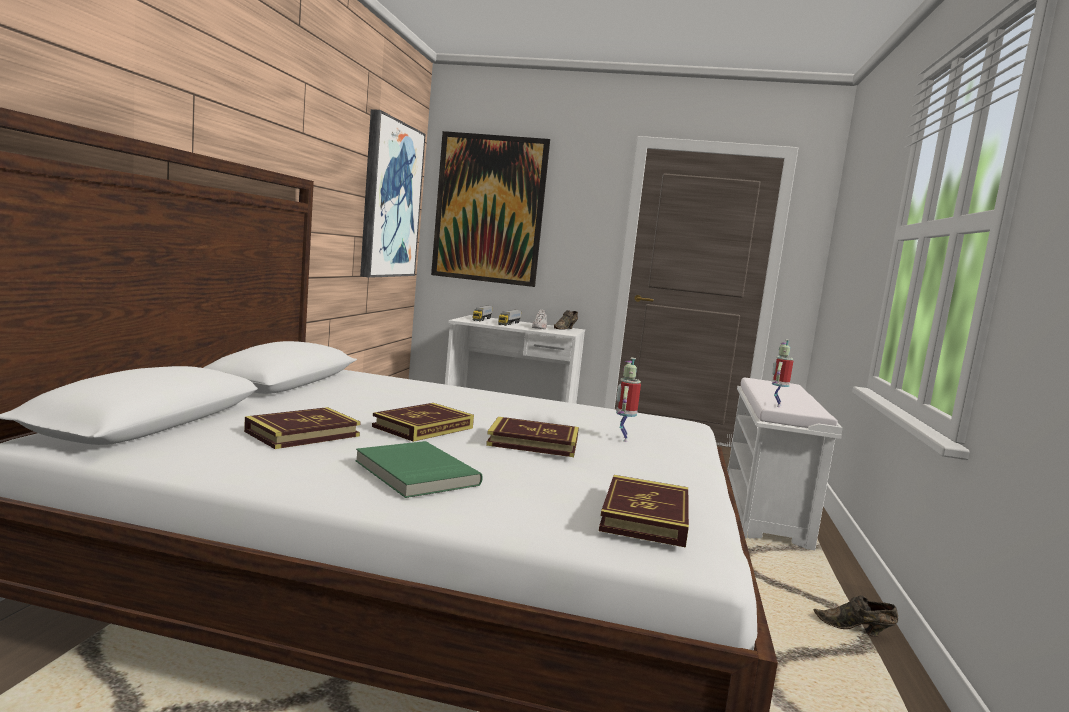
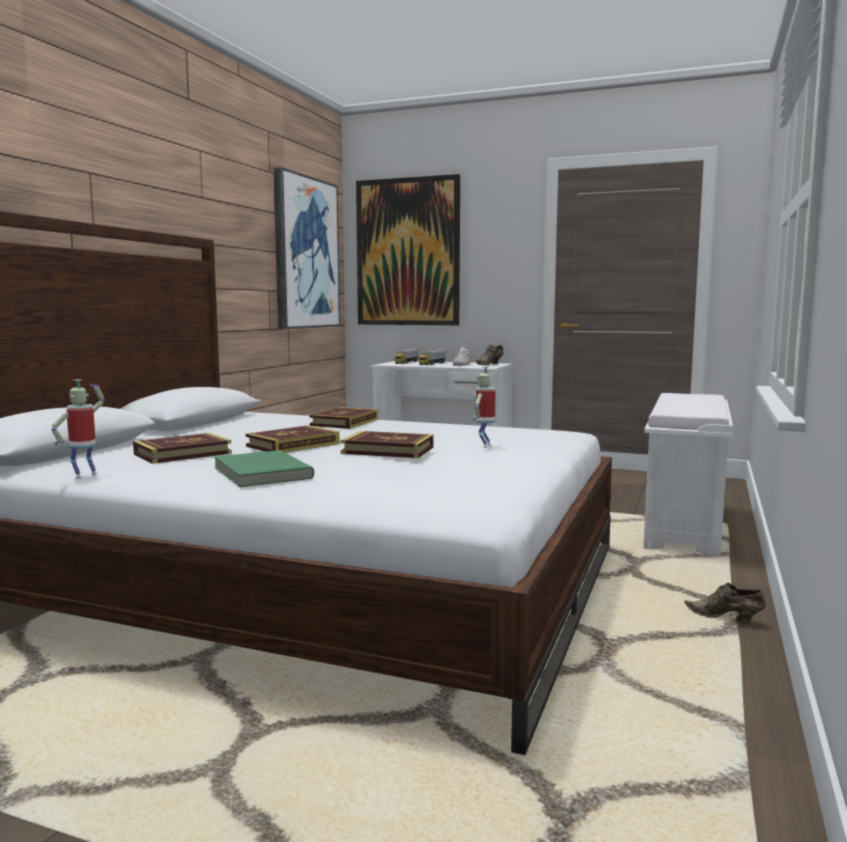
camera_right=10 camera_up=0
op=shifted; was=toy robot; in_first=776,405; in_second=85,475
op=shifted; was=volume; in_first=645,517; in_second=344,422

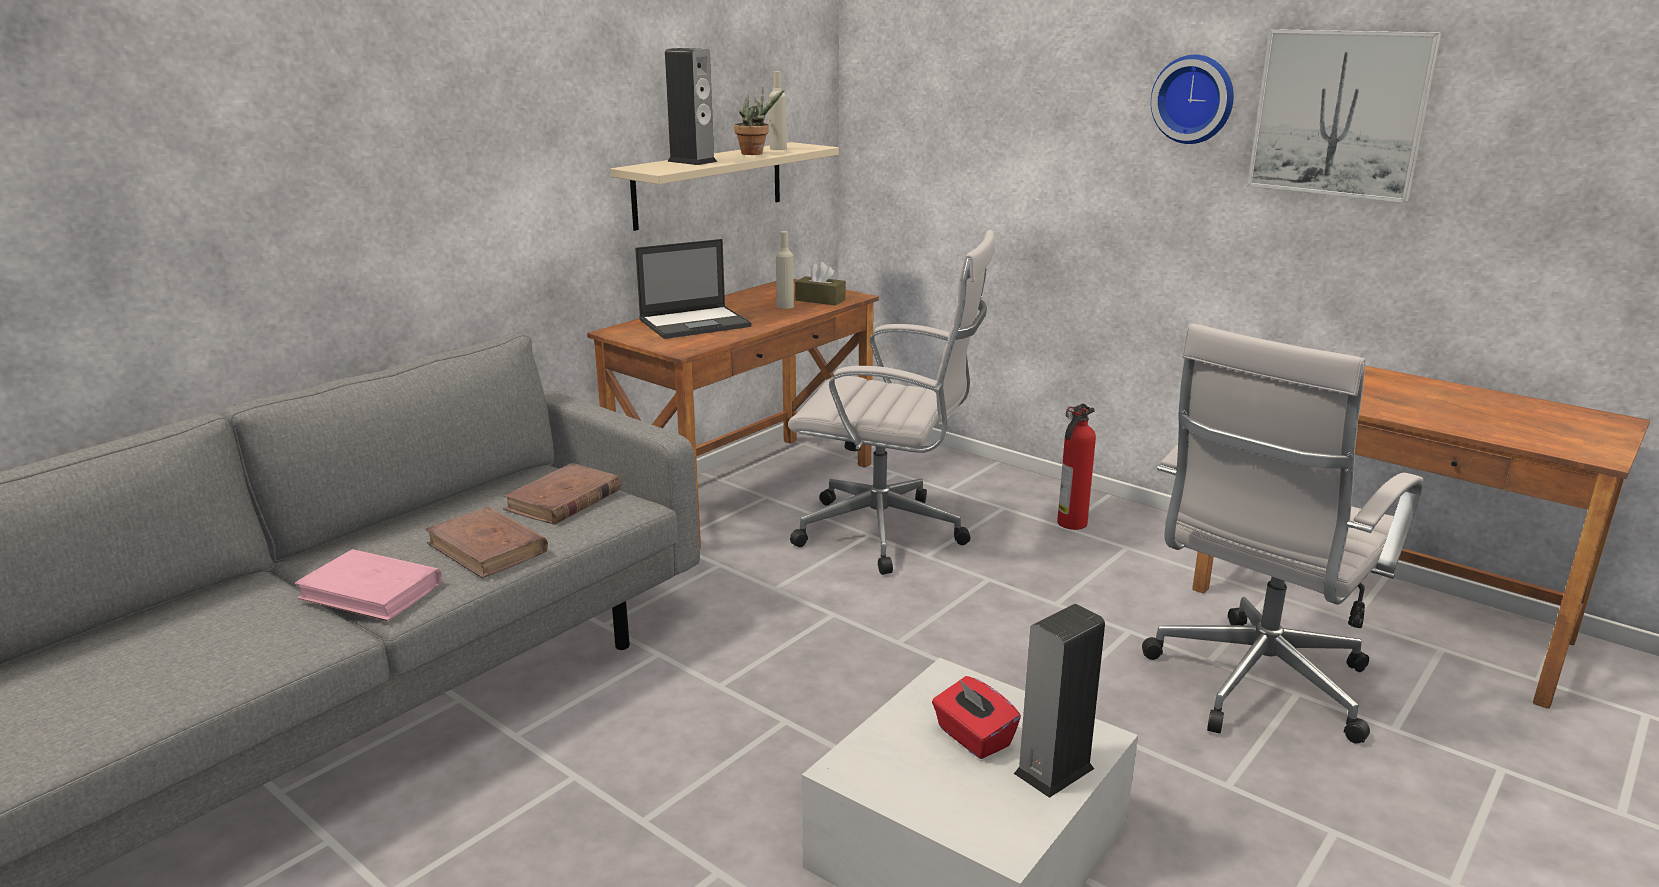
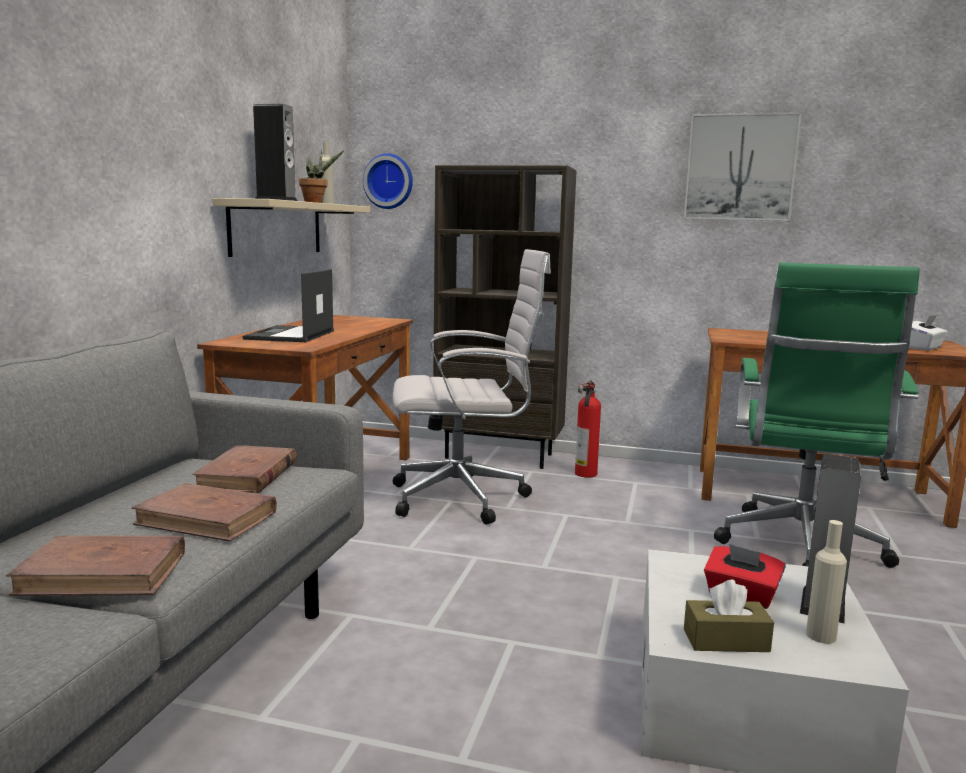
camera_right=-25 camera_up=-10
op=shifted; was=wall clock; in_first=1194,99; in_second=389,181
op=shifted; was=bottle (beige); in_first=785,306; in_second=820,636
op=rotated; was=laptop; in_first=696,323; in_second=290,335; clockwise=150
op=shifted; was=tissue box (brown); in_first=820,300; in_second=726,640
op=repainted; was=desk chair (white); now=desk chair (greenish); in_first=1254,687; in_second=800,547
op=repainted; was=volume (pinkish); now=volume (brown); in_first=371,591; in_second=104,573
op=new; now=bookcase (brown); in_second=500,456
op=new; now=tissue box (white); in_second=923,348

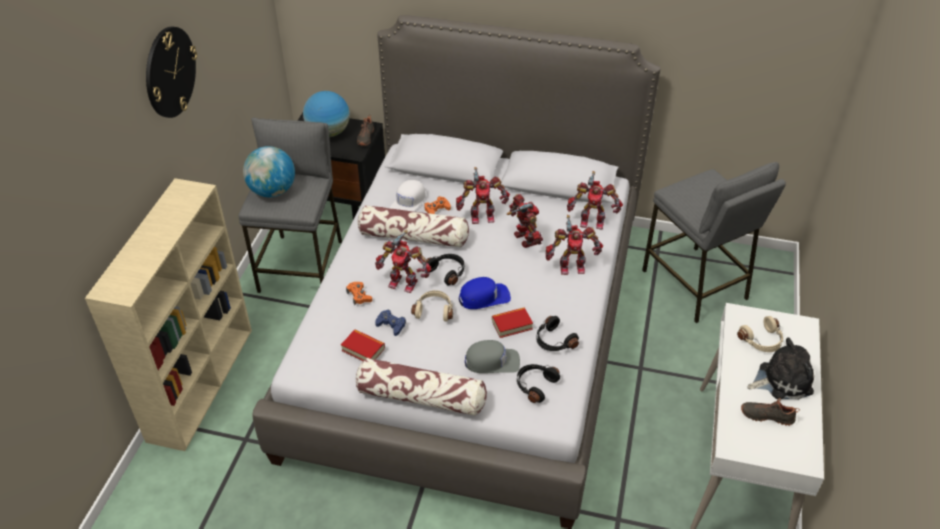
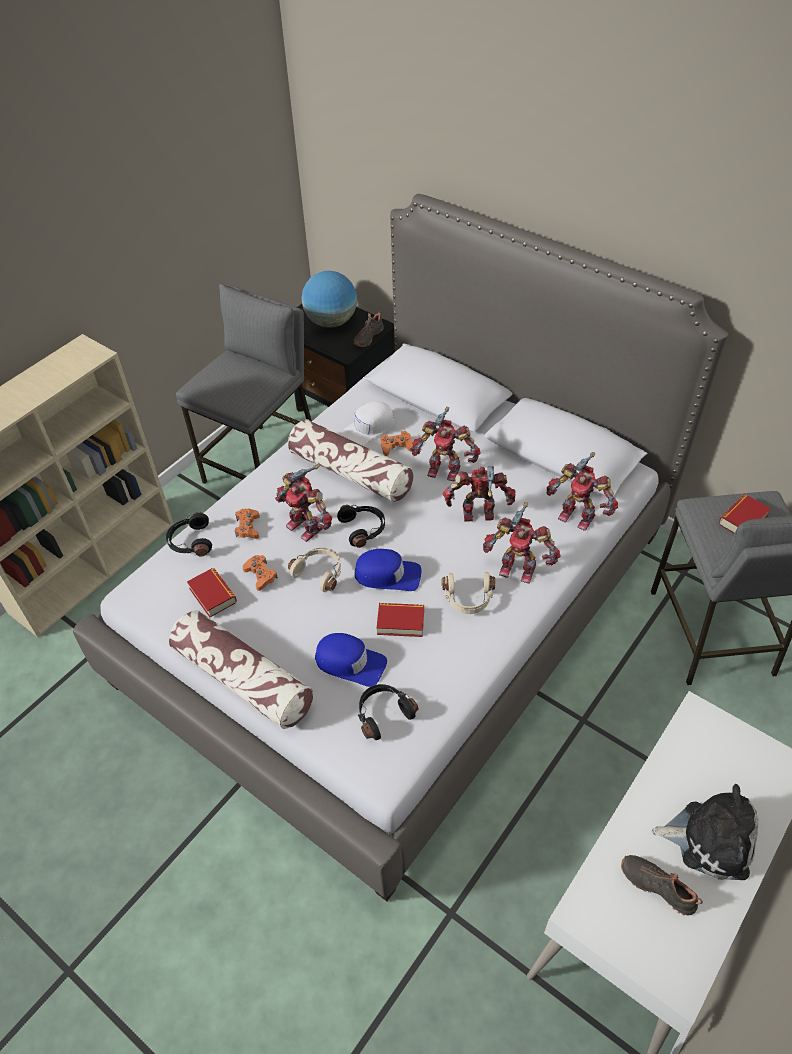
camera_right=25 camera_up=5
op=gone; was=wall clock; in_first=170,72
op=gone; was=globe; in_first=272,191
op=rotated; was=toy robot; in_first=524,239; in_second=478,515; clockwise=-90
op=repainted; was=joypad (bluish); now=joypad (orangey); in_first=391,325; in_second=260,575
op=shifted; was=pair of headphones (black); in_first=553,341; in_second=190,542
op=shifted; was=pair of headphones (beige); in_first=762,341; in_second=468,599
op=repainted; was=peaked cap (greyish); now=peaked cap (bluish); in_first=492,361; in_second=350,662
op=new; now=volume; in_second=742,520

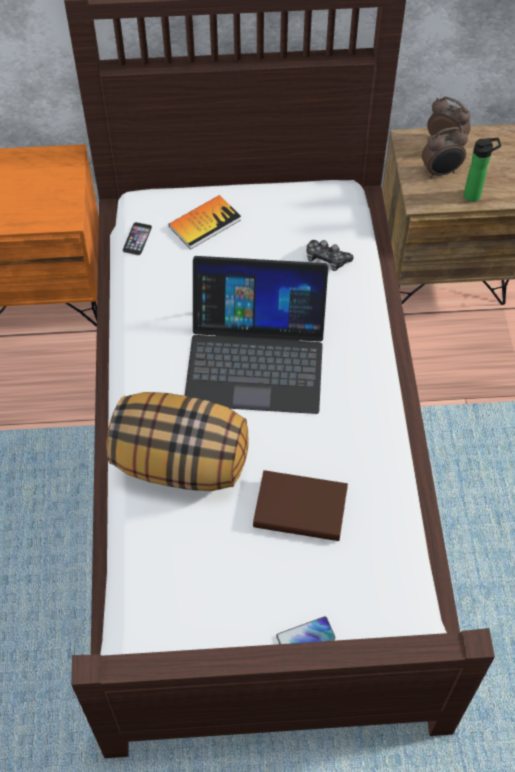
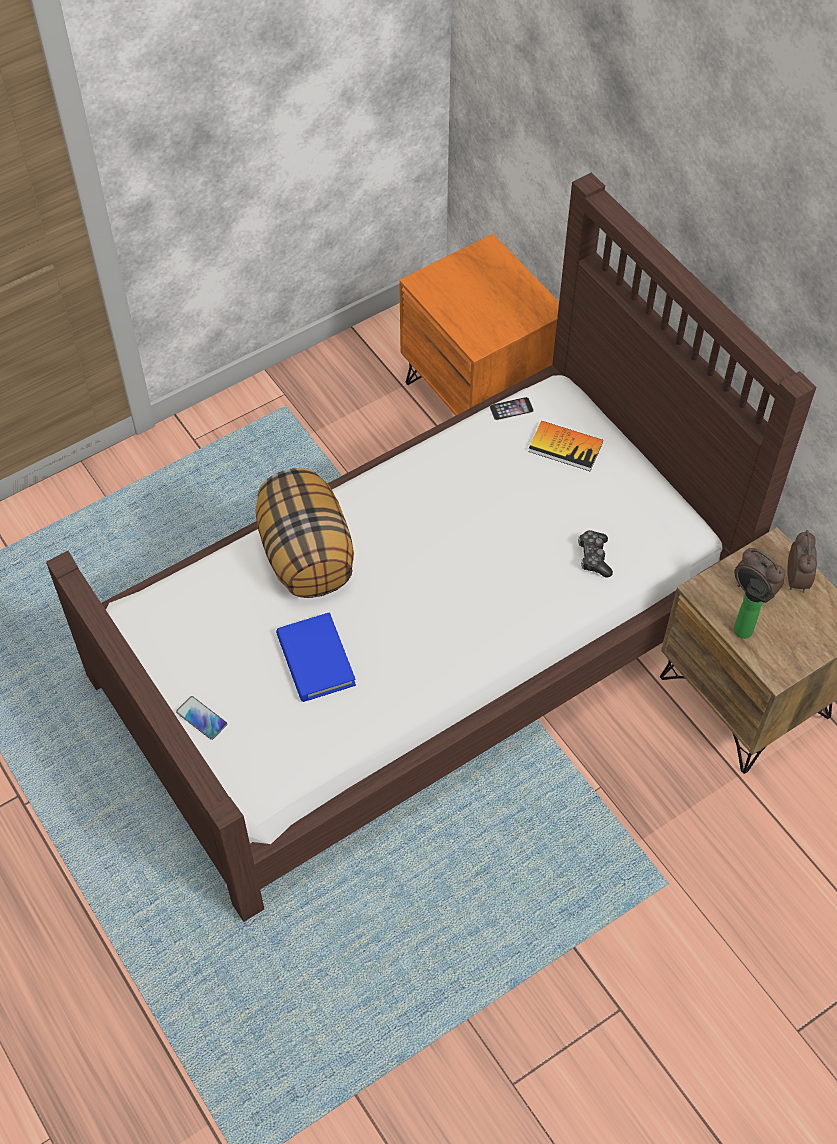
camera_right=60 camera_up=0
op=gone; was=laptop; in_first=256,357
op=repainted; was=volume (brown); now=volume (bluish); in_first=300,509; in_second=315,660

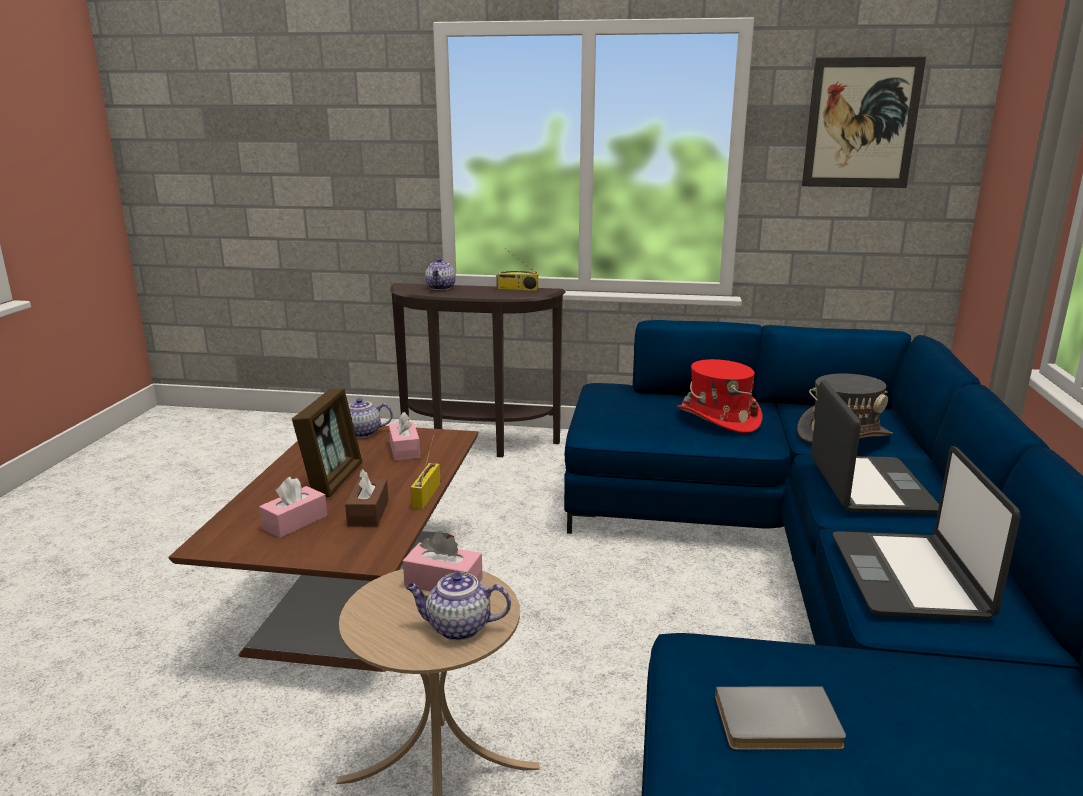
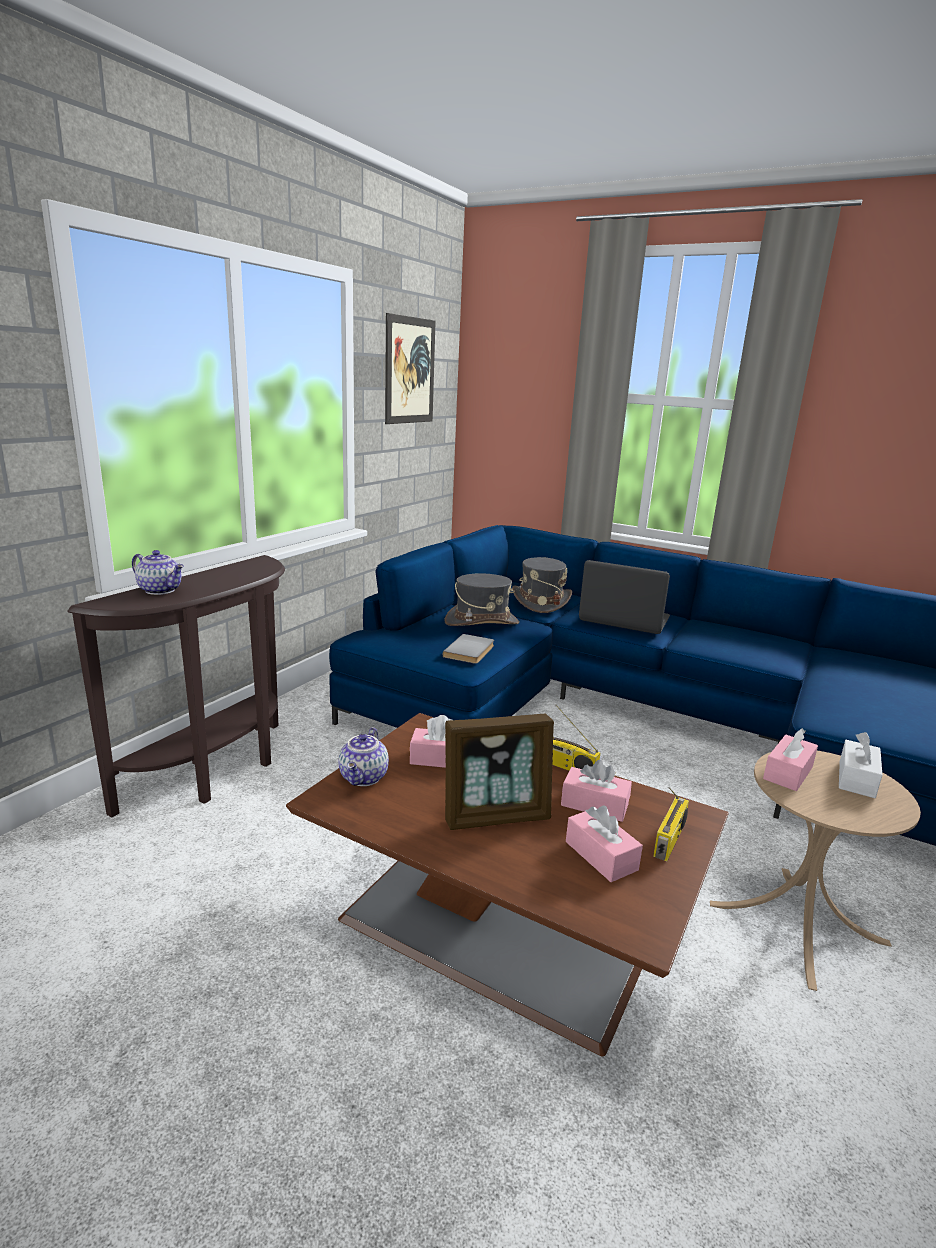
camera_right=-70 camera_up=0
op=shifted; was=radio receiver; in_first=517,289; in_second=670,841
op=repainted; was=wearable hat (red-coloured); now=wearable hat (greyish); in_first=718,418; in_second=481,622
op=rotated; was=photo frame; in_first=333,480; in_second=496,816; clockwise=135
op=gone; was=laptop; in_first=910,577
op=repainted; was=tissue box (brown); now=tissue box (pinkish); in_first=368,513; in_second=594,805
op=swapped; was=teapot; now=tissue box (white); in_first=457,628; in_second=856,779
op=shifted; was=volume (greyish); in_first=778,725; in_second=471,651

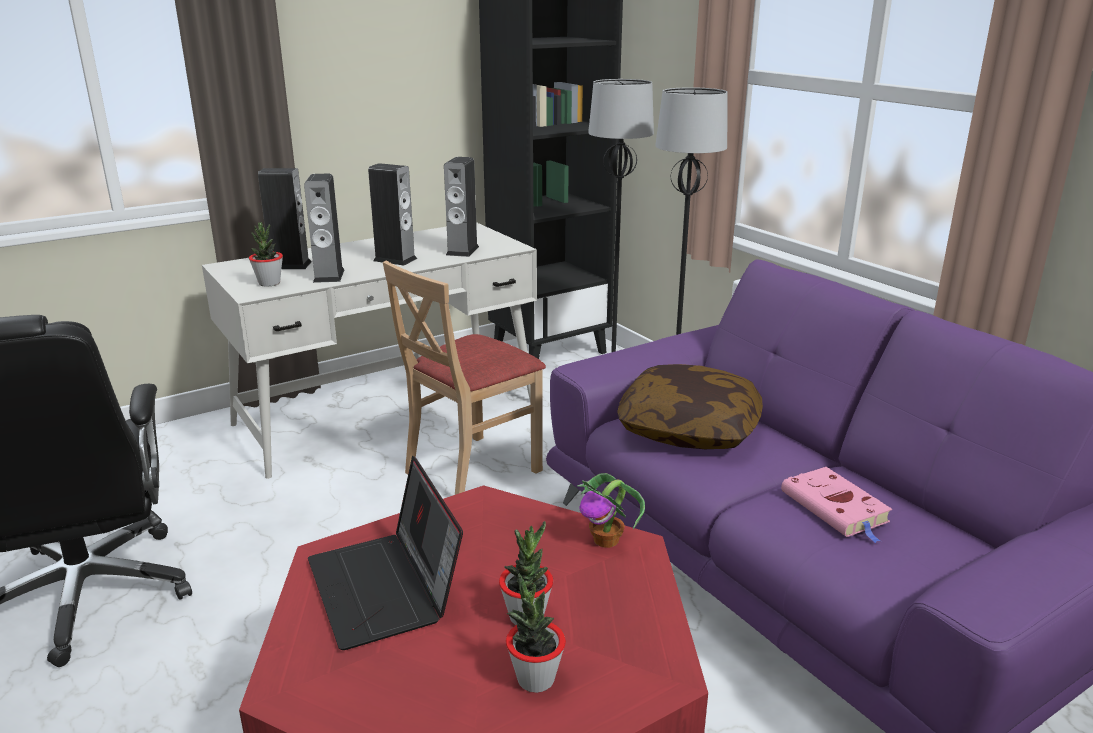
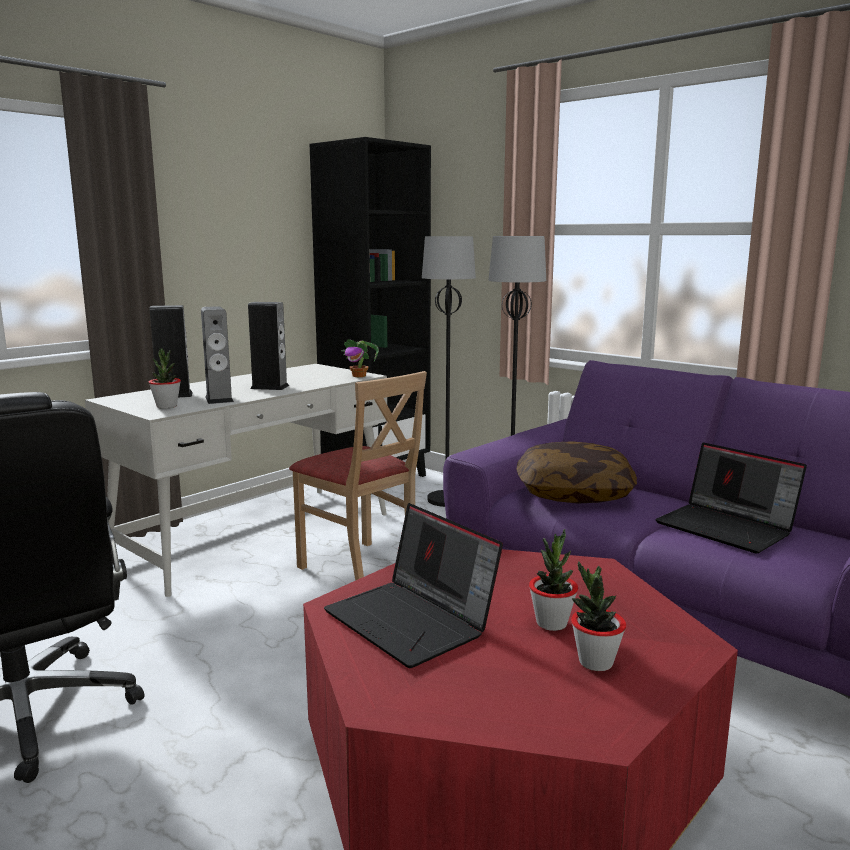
camera_right=-15 camera_up=-10
op=gone; was=audio speaker; in_first=462,251
op=rotated; was=chair (beige); in_first=471,469; in_second=360,568; clockwise=-75
op=swapped; was=volume (pinkish); now=laptop; in_first=836,509; in_second=727,527
op=shifted; was=plant in a pot; in_first=607,540; in_second=359,376

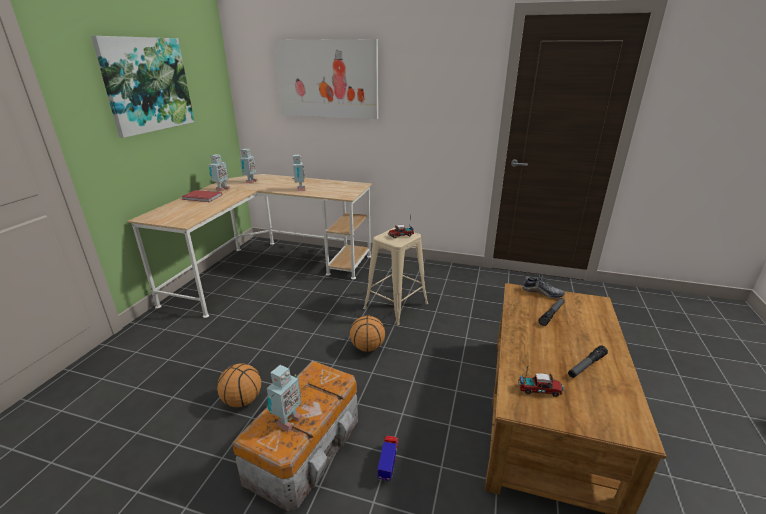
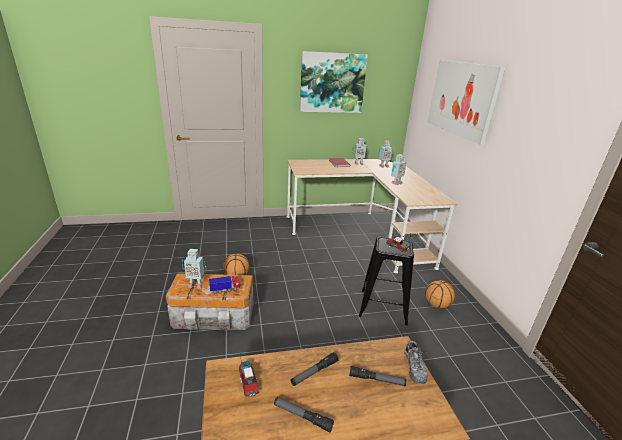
camera_right=60 camera_up=0
op=repainted; was=stool seat (beige); now=stool seat (black); in_first=396,306; in_second=383,307
op=shifted; was=basketball ball; in_first=368,347; in_second=437,305
op=shifted; was=toy lorry; in_first=388,463; in_second=225,290
op=new; now=hand torch; in_second=314,372

